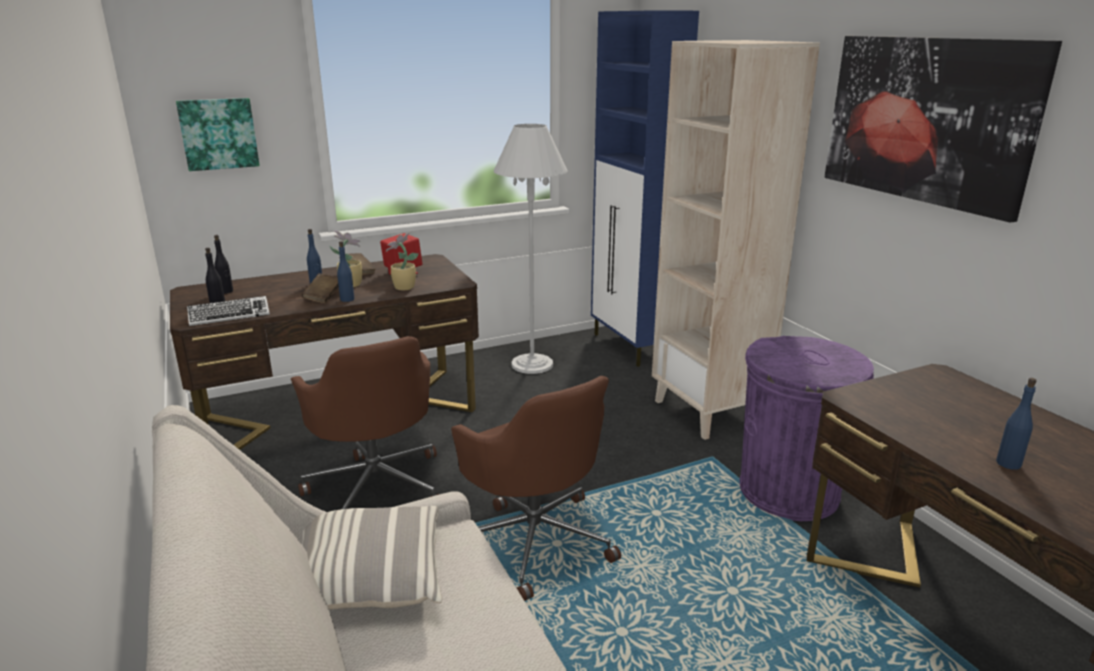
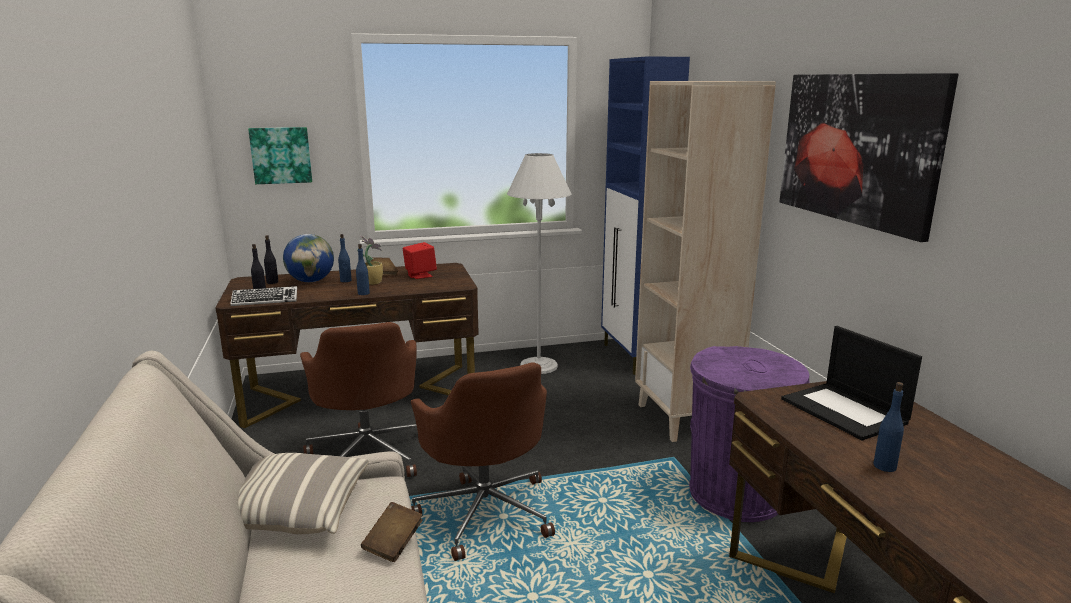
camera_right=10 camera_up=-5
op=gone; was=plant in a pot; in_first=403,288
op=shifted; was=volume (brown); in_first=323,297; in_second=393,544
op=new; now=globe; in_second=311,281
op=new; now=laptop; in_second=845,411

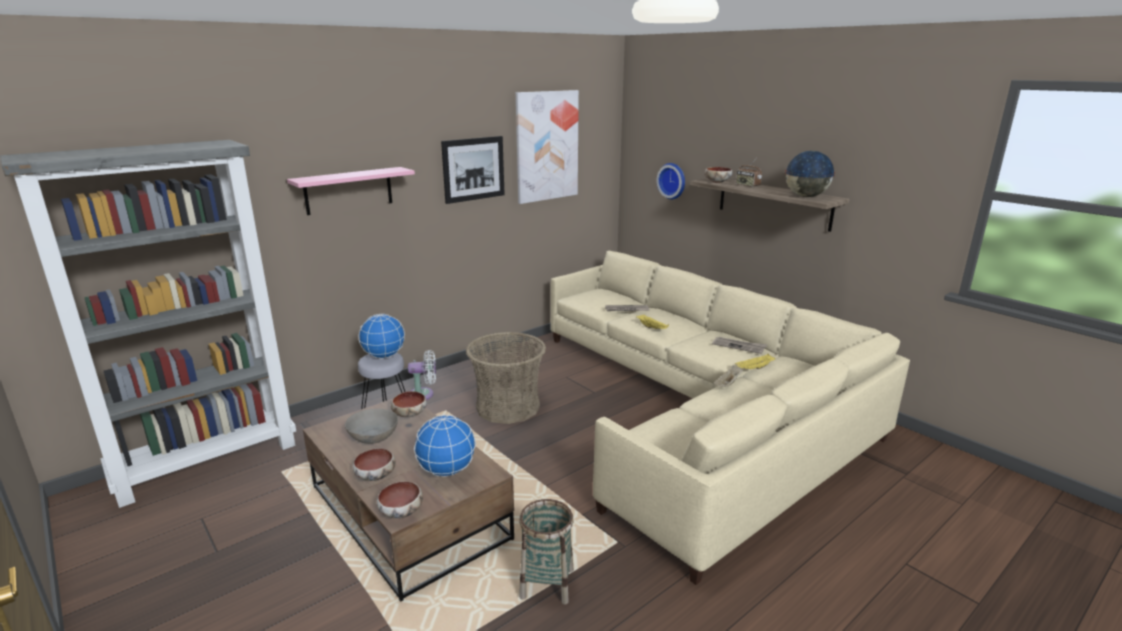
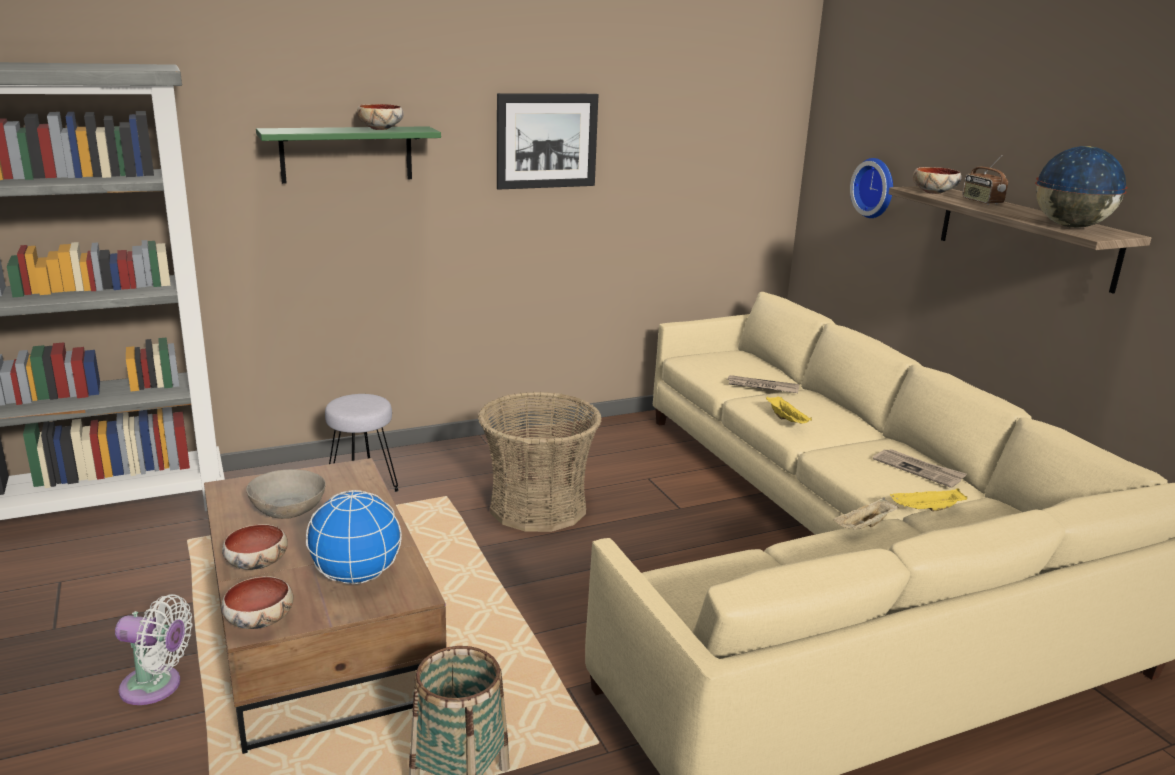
camera_right=15 camera_up=0
op=gone; was=wall art; in_first=546,146
op=repainted; was=shelf (pinkish); now=shelf (greenish); in_first=348,190; in_second=346,154
op=gone; was=globe; in_first=384,356
op=shifted; was=electric fan (white); in_first=424,394; in_second=156,687
op=shifted; was=serving bowl; in_first=409,413; in_second=380,129

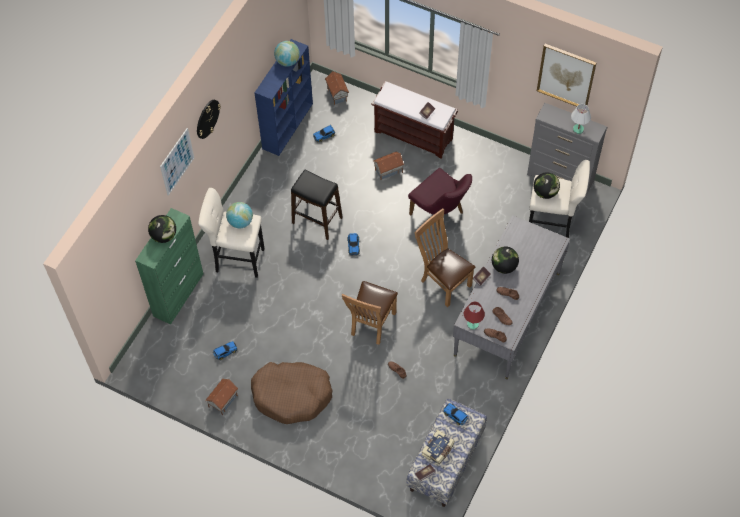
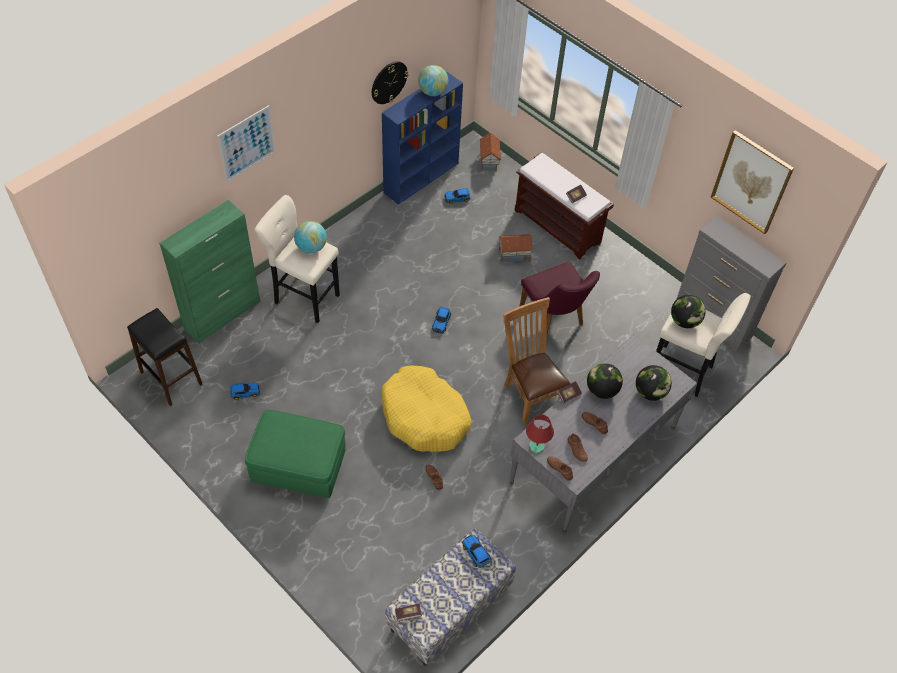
camera_right=15 camera_up=-5
op=shifted; was=wall clock; in_first=207,118; in_second=388,82
op=gone; was=lamp for a table (white); in_first=578,129
op=shifted; was=stool seat (black); in_first=317,220; in_second=171,378
op=shifted; was=globe; in_first=164,236; in_second=650,392
op=swapped; was=chair (brown); now=pet bed (yellow); in_first=371,325; in_second=424,416
op=swapped; was=pet bed (brown); now=ottoman (greenish); in_first=292,395; in_second=298,466
op=gone; was=model house; in_first=223,401
op=gone; was=volume; in_first=438,450

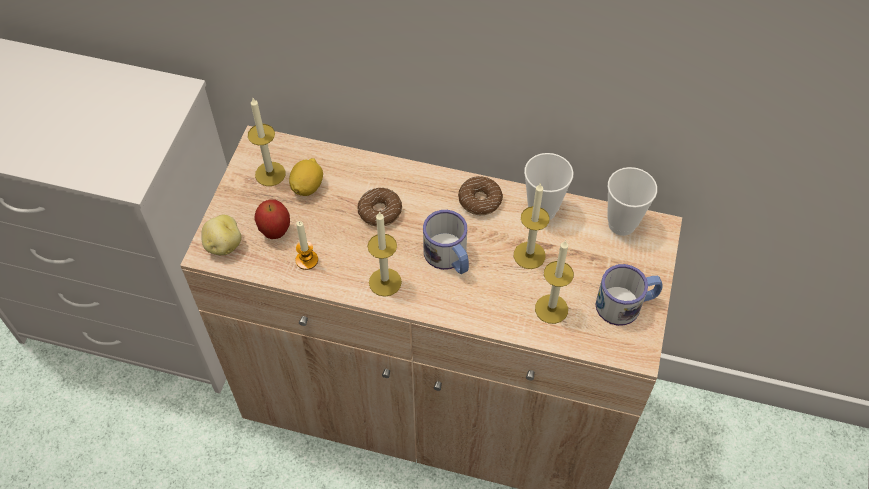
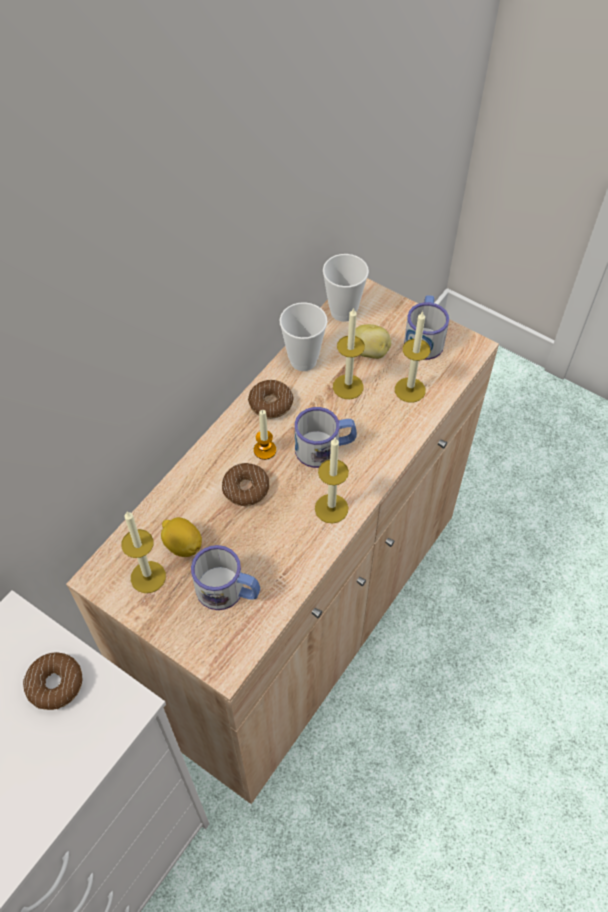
camera_right=-70 camera_up=0
op=swapped; was=whole apple; now=mug; in_first=275,232; in_second=228,591
op=shifted; was=whole potato; in_first=223,245; in_second=370,352
op=shifted; was=wax candle; in_first=307,260; in_second=265,450
op=new; now=donut; in_second=55,684

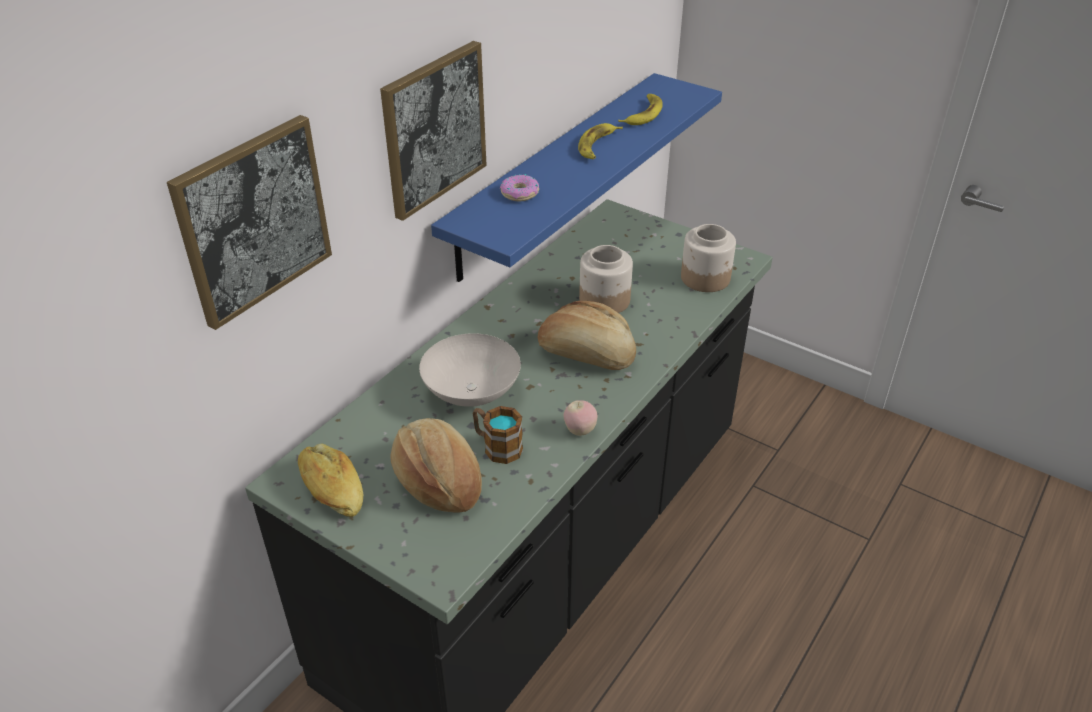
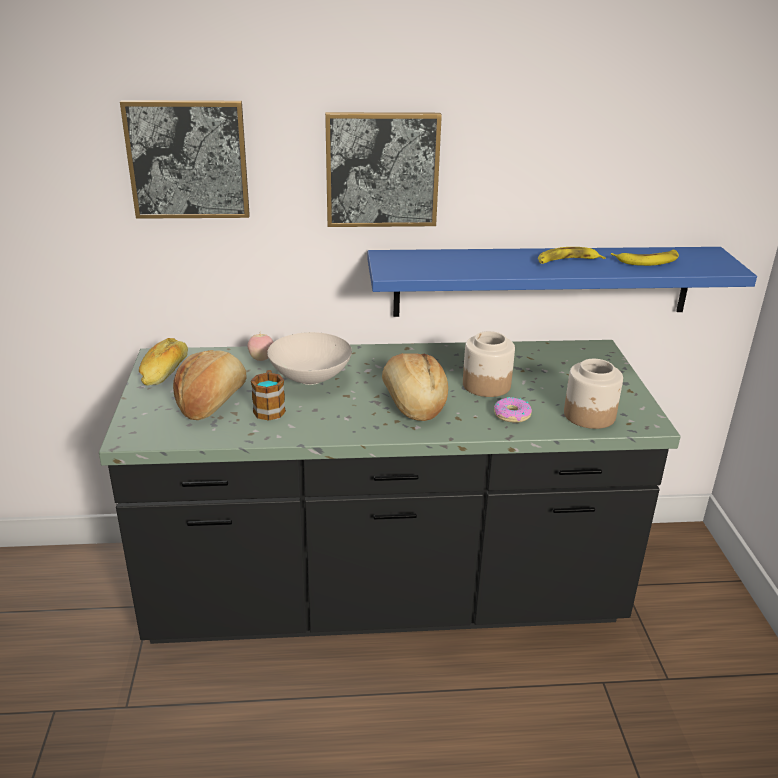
camera_right=50 camera_up=-10
op=shifted; was=donut; in_first=520,193; in_second=511,415
op=shifted; was=whole apple; in_first=580,430; in_second=261,359

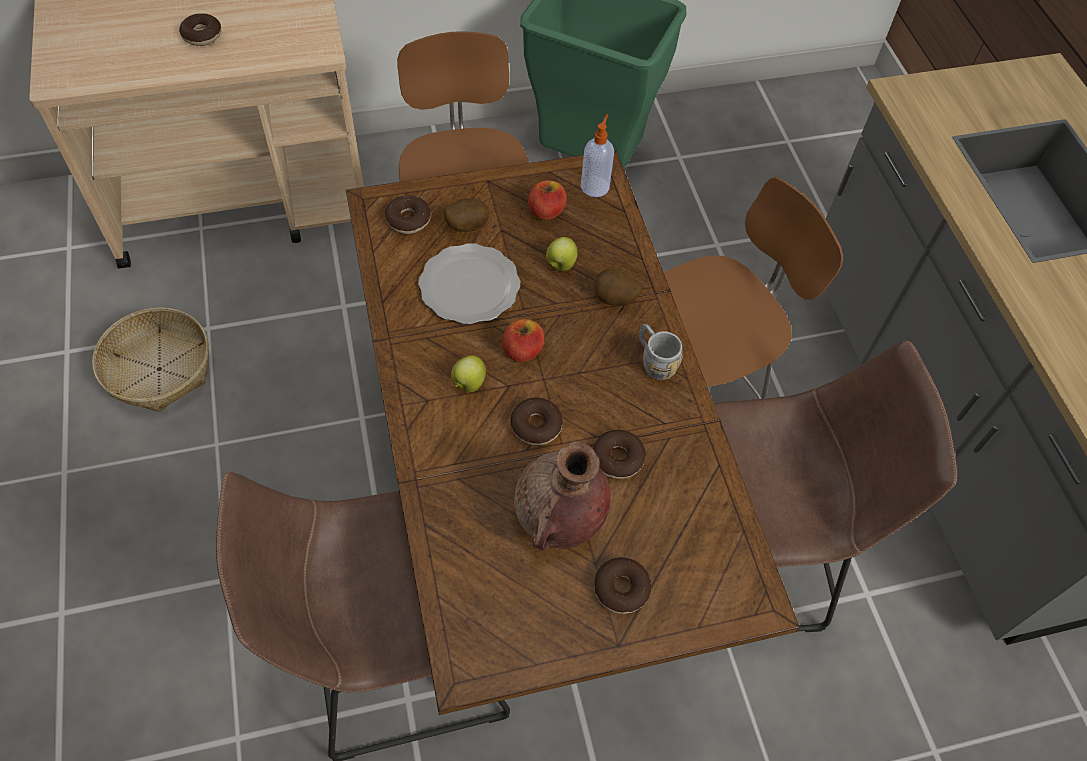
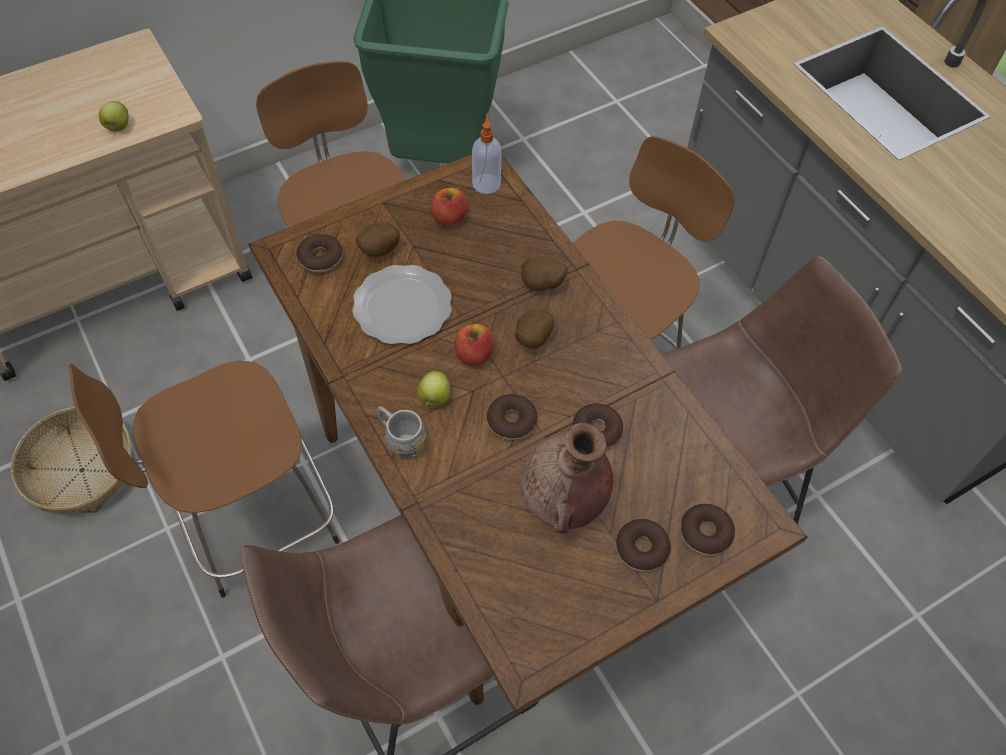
camera_right=-15 camera_up=0
op=shifted; was=donut; in_first=202,35; in_second=705,533
op=shifted; was=whole apple; in_first=560,264; in_second=118,127
op=shifted; was=mug (greyish); in_first=654,362; in_second=400,440
op=new; now=whole potato; in_second=532,339
op=new; now=stool seat (brown); in_second=253,521

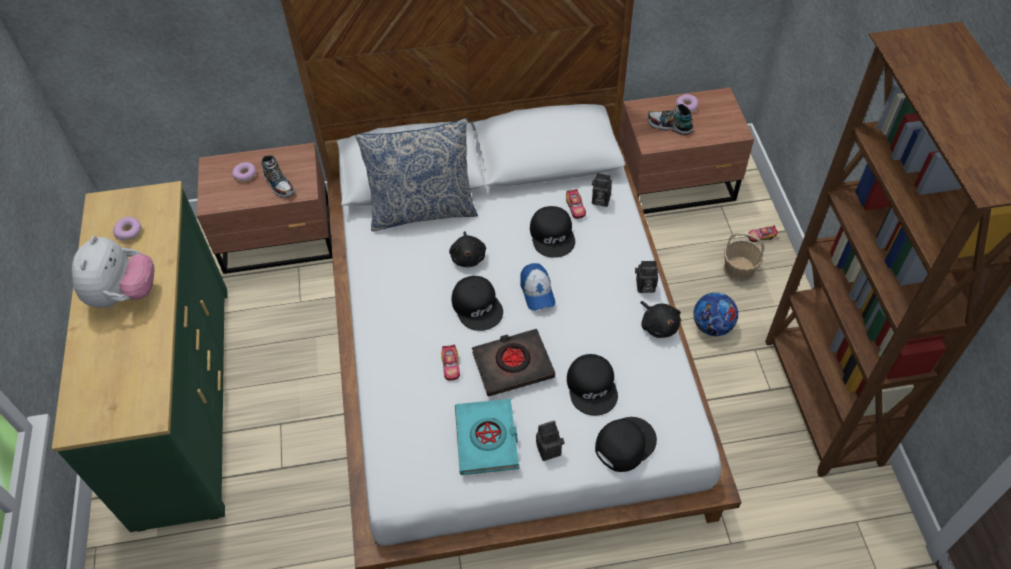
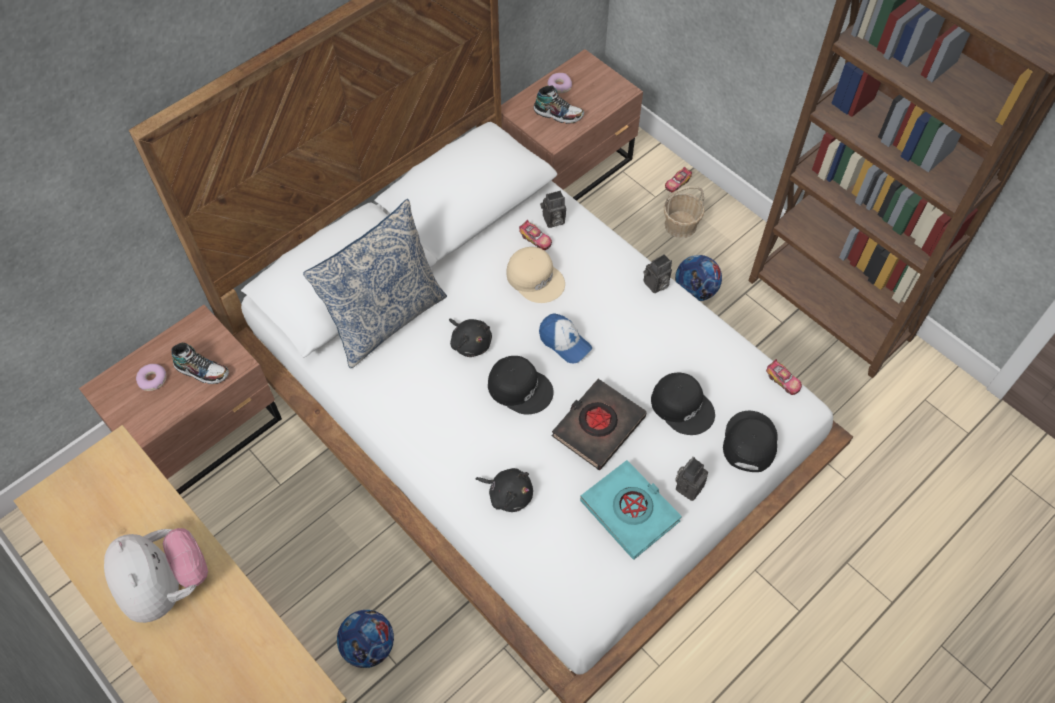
camera_right=-35 camera_up=5
op=rotated; was=low shoe; in_first=669,126; in_second=558,114; clockwise=-150
op=repainted; was=peaked cap (black); now=peaked cap (beige); in_first=553,235; in_second=536,278
op=gone; was=donut; in_first=129,232
op=shifted; was=cuddly toy (black); in_first=658,325; in_second=508,494
op=shifted; was=miniature car; in_first=451,366; in_second=783,381
op=new; now=ball for football; in_second=369,646

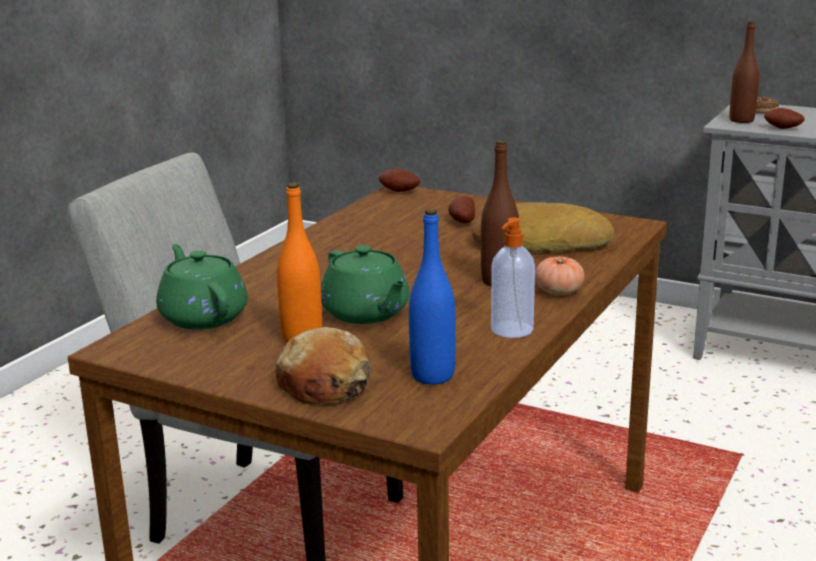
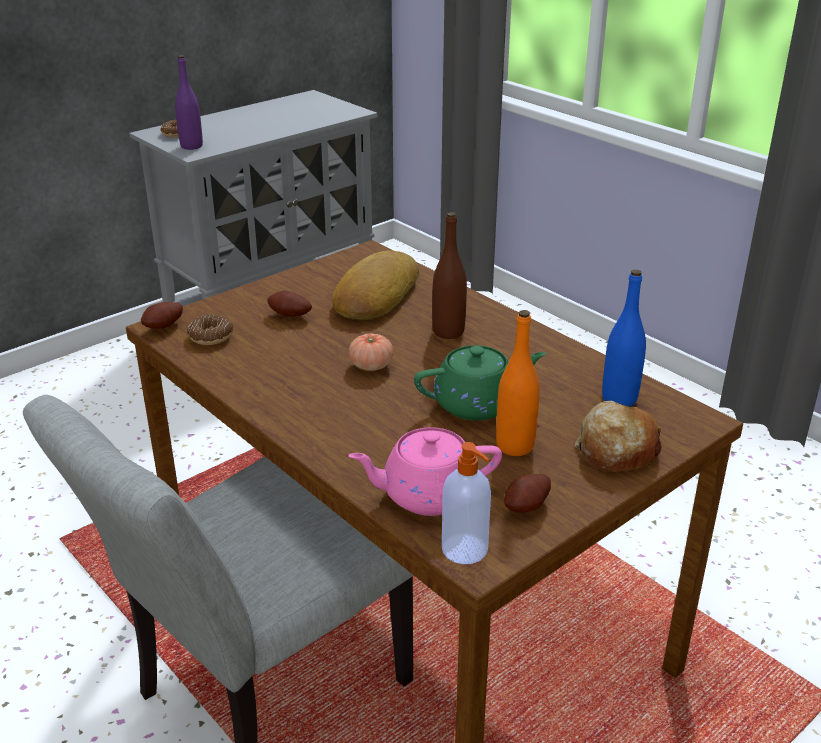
camera_right=-70 camera_up=10
op=repainted; was=bottle (brown); now=bottle (purple); in_first=741,120; in_second=191,146
op=shifted; was=whole potato; in_first=782,129; in_second=528,507
op=shifted; was=soap bottle; in_first=511,330; in_second=466,550
op=repainted; was=teapot (greenish); now=teapot (pinkish); in_first=203,316; in_second=427,495
op=shifted; was=whole tomato; in_first=558,292; in_second=371,365
op=new; now=donut; in_second=211,336

